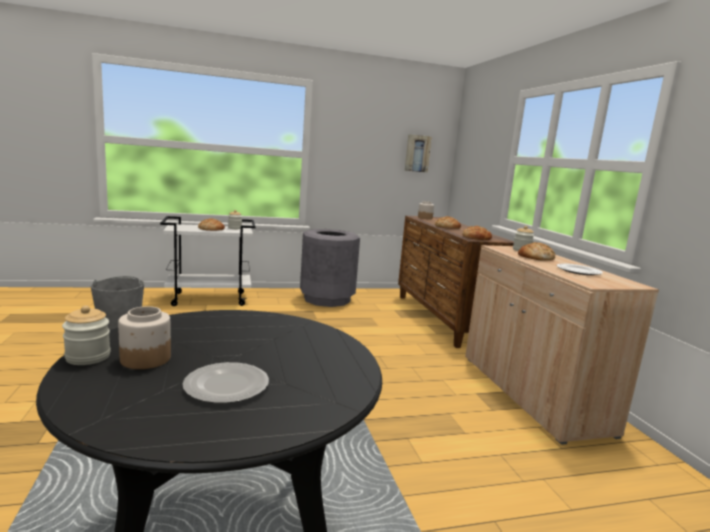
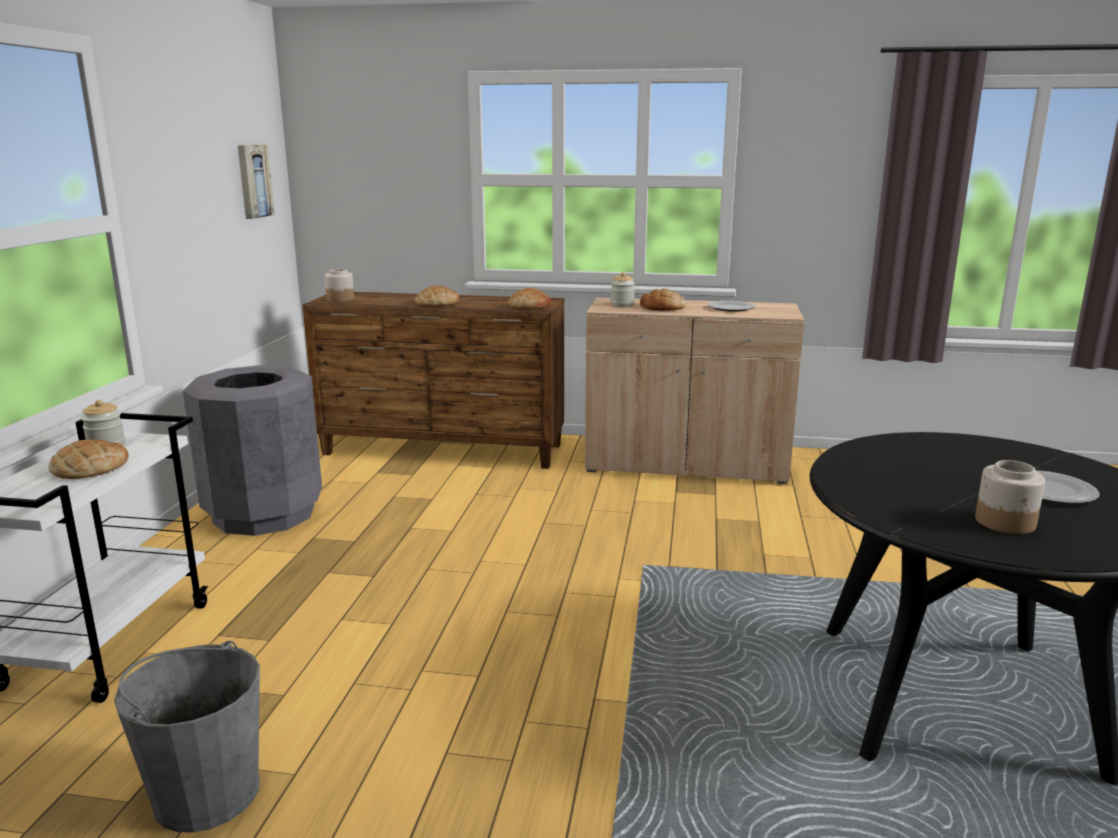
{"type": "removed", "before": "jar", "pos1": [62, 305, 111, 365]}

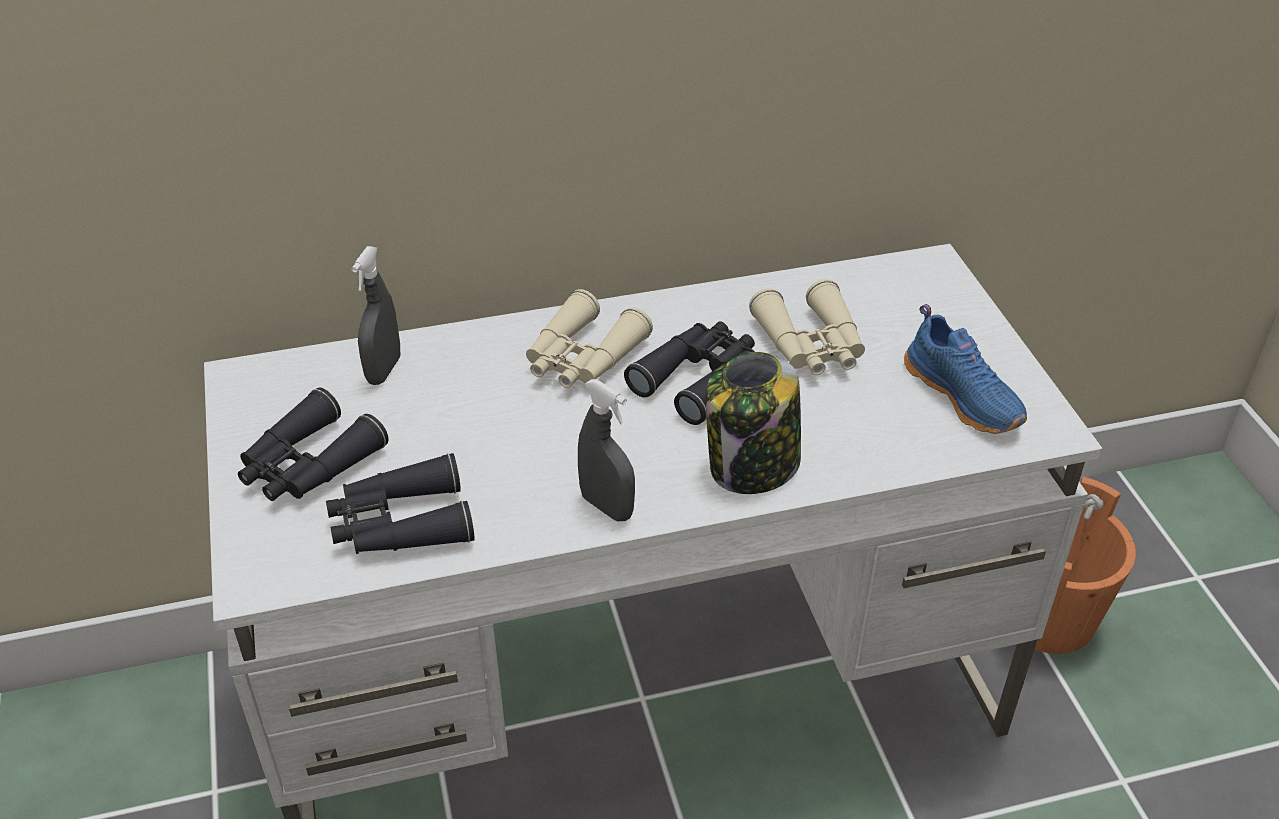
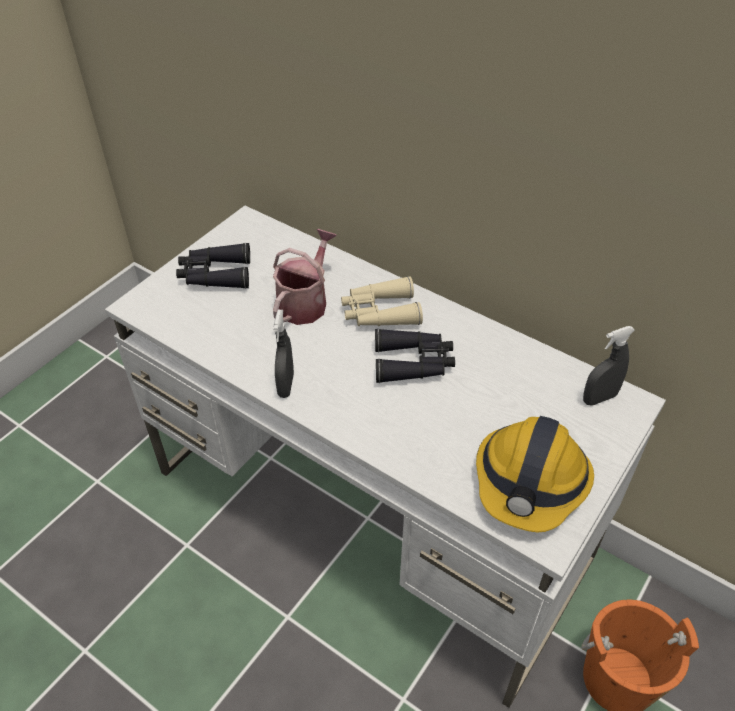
{"type": "removed", "before": "black binoculars", "pos1": [326, 453, 475, 554]}
{"type": "moved", "before": "grey spray bottle", "pos1": [352, 246, 400, 385], "pos2": [583, 326, 635, 406]}
{"type": "removed", "before": "jar", "pos1": [706, 352, 801, 494]}
{"type": "removed", "before": "beige binoculars", "pos1": [749, 279, 865, 375]}
{"type": "replaced", "before": "blue shoe", "after": "hard hat", "pos1": [904, 304, 1027, 434], "pos2": [476, 416, 594, 532]}
{"type": "added", "after": "watering can", "pos2": [273, 229, 337, 325]}

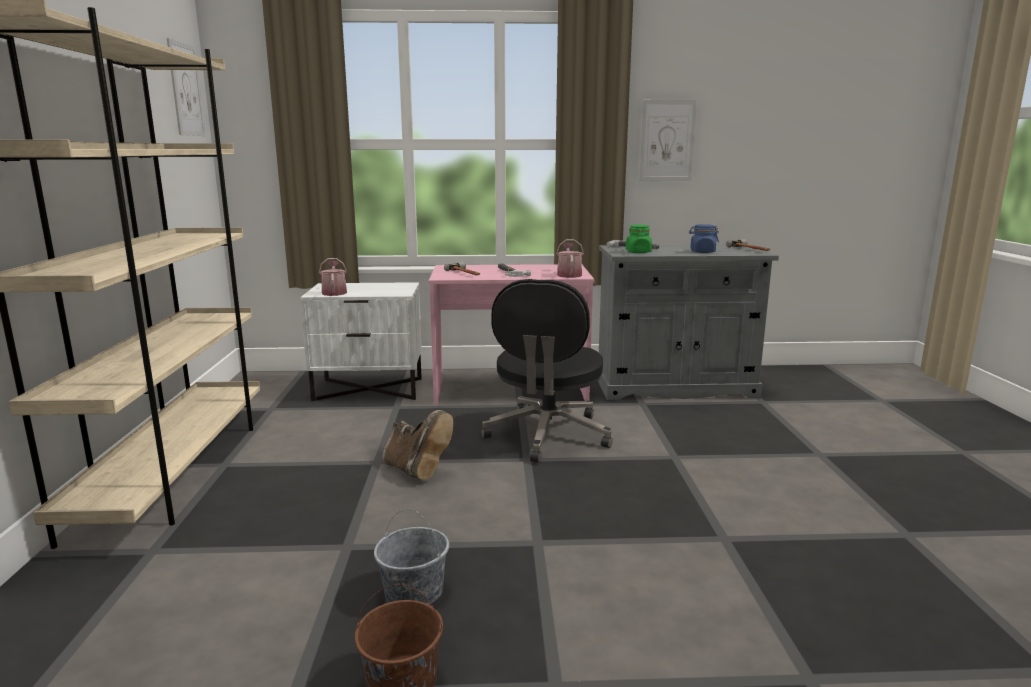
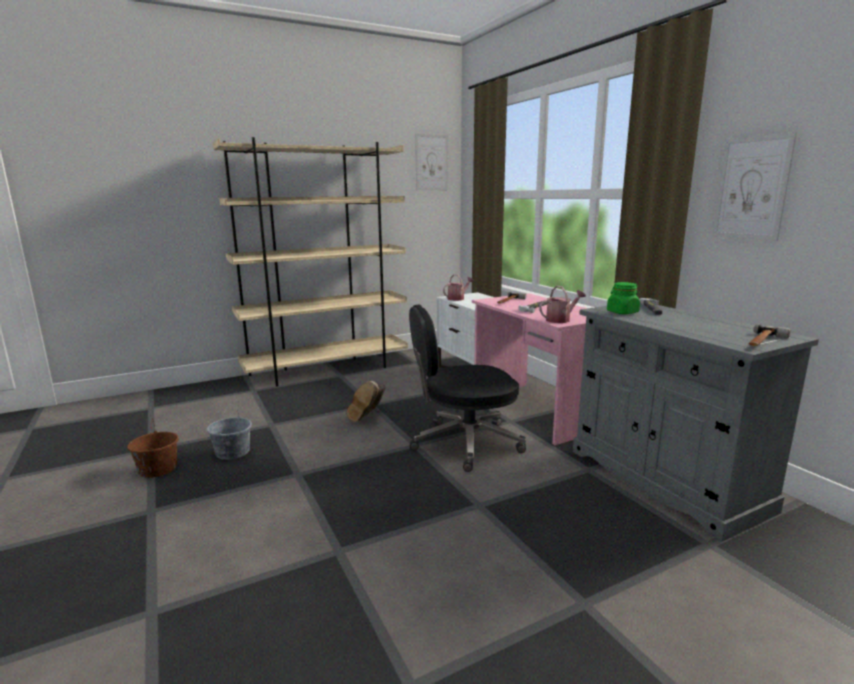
{"type": "removed", "before": "blue jar", "pos1": [689, 224, 719, 253]}

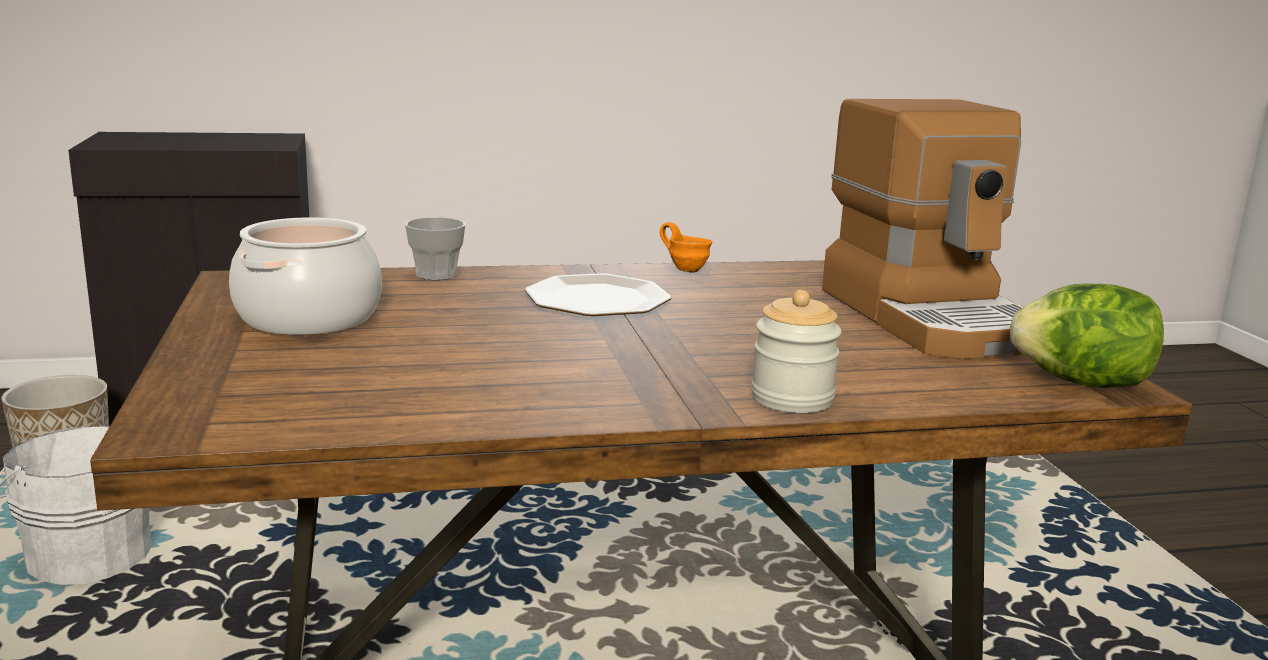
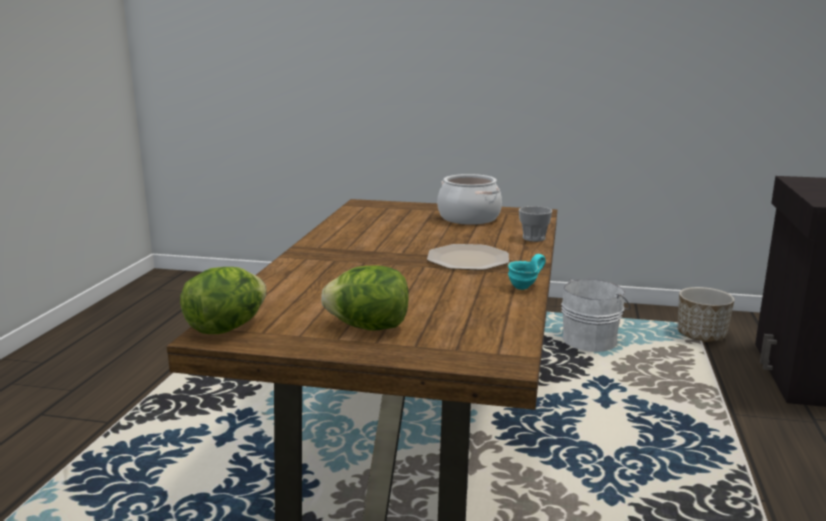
{"type": "recoloured", "before": "orange mug", "after": "turquoise mug", "pos1": [660, 222, 712, 272], "pos2": [508, 254, 546, 290]}
{"type": "removed", "before": "jar", "pos1": [751, 290, 842, 413]}
{"type": "replaced", "before": "coffee machine", "after": "lettuce", "pos1": [822, 99, 1023, 359], "pos2": [321, 266, 409, 330]}

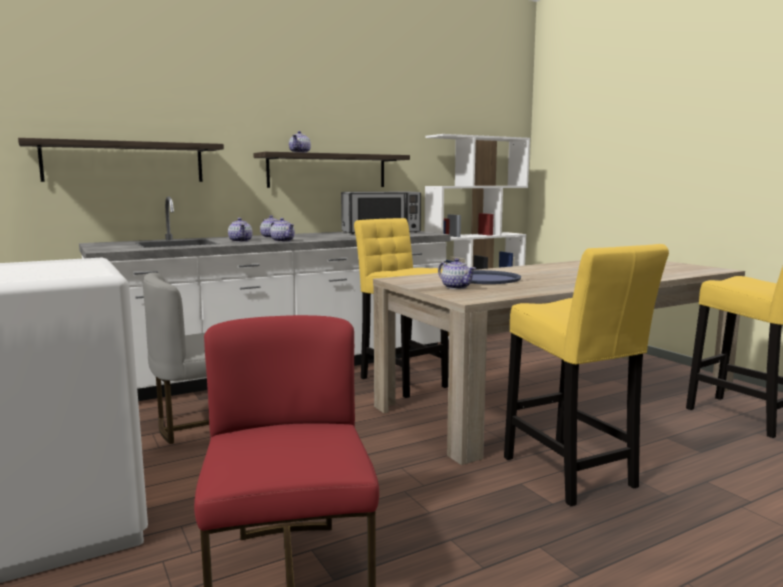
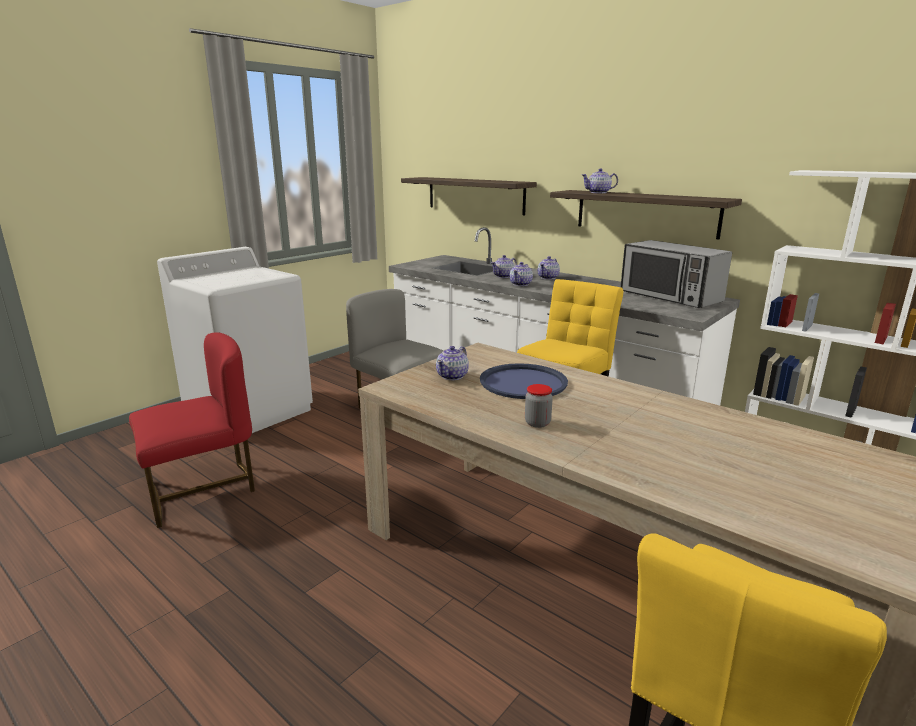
{"type": "removed", "before": "yellow stool", "pos1": [504, 244, 669, 506]}
{"type": "added", "after": "jar", "pos2": [525, 384, 553, 428]}

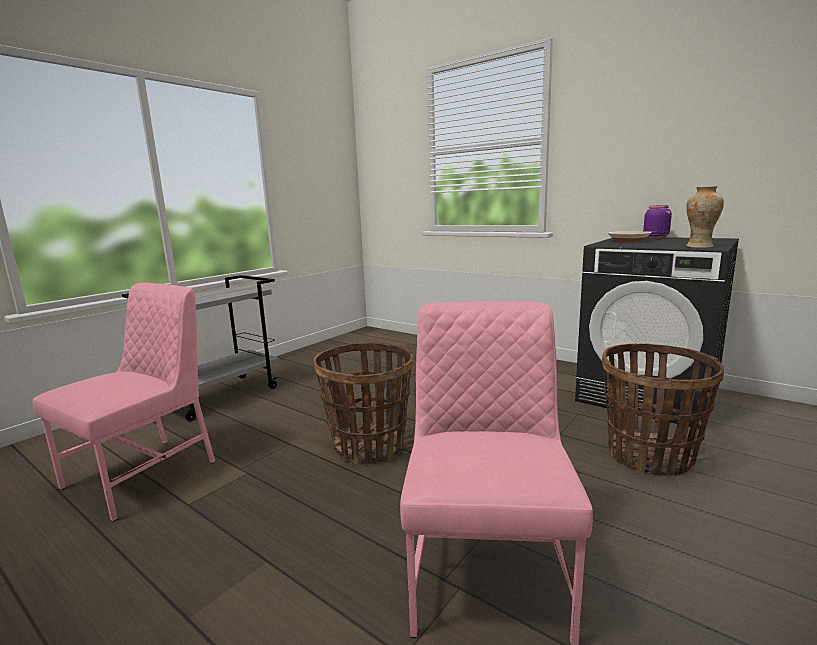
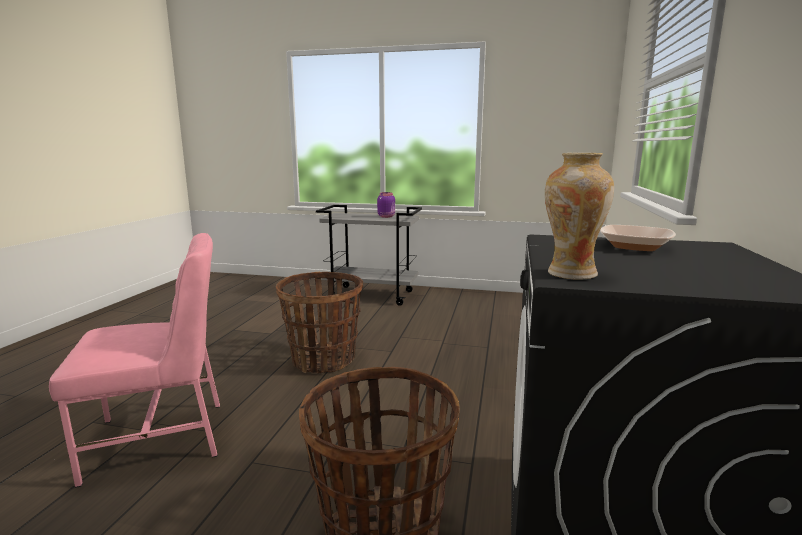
{"type": "removed", "before": "pink chair", "pos1": [33, 283, 216, 522]}
{"type": "moved", "before": "purple jar", "pos1": [643, 205, 672, 239], "pos2": [377, 192, 395, 218]}

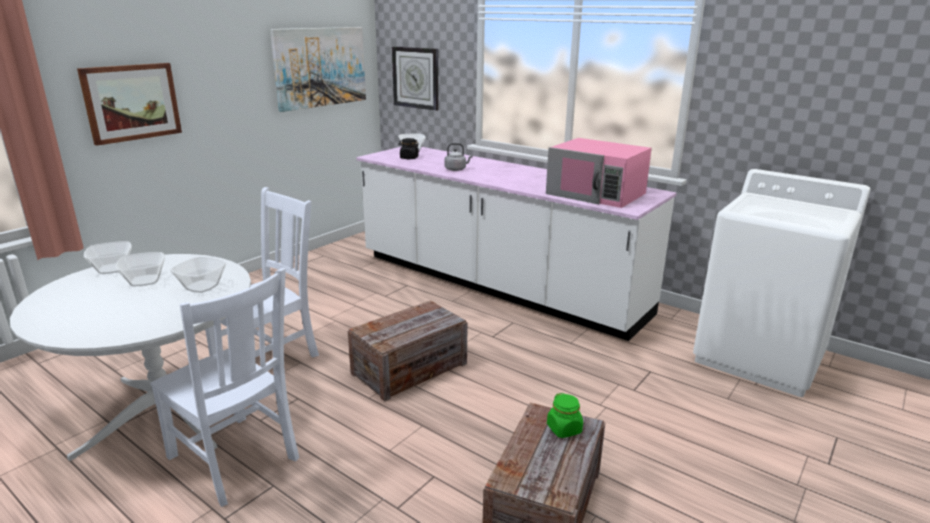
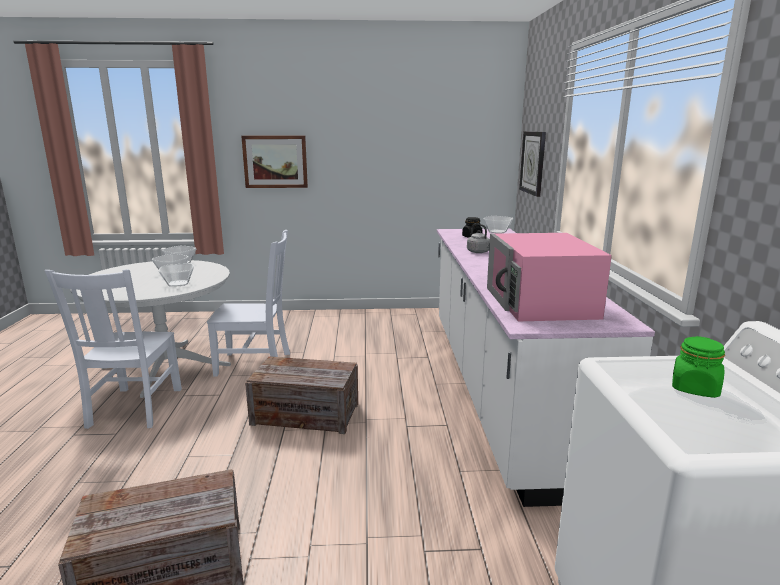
{"type": "removed", "before": "picture", "pos1": [270, 27, 366, 112]}
{"type": "moved", "before": "green jar", "pos1": [547, 393, 583, 438], "pos2": [672, 336, 725, 398]}

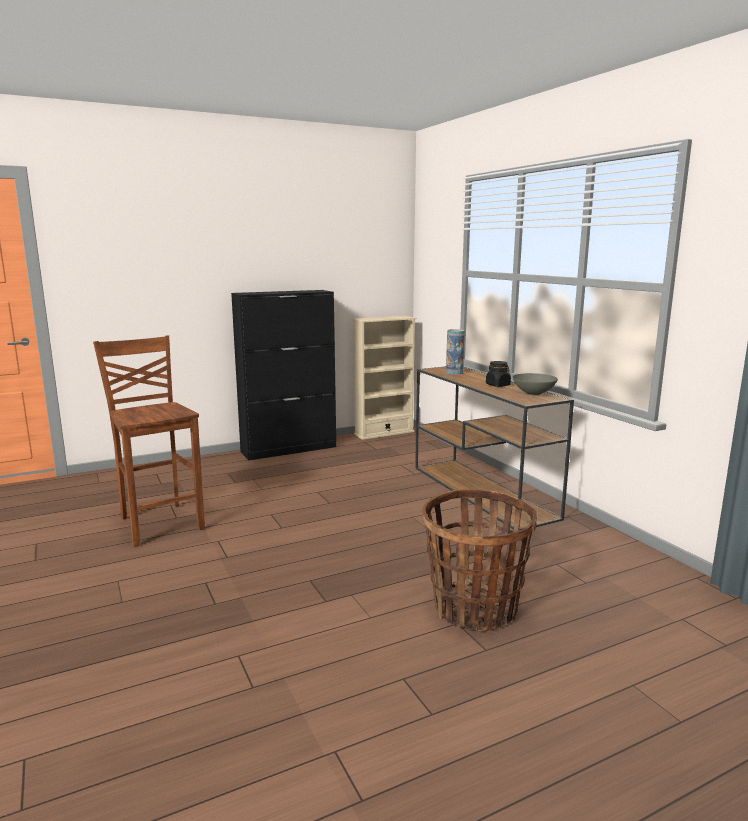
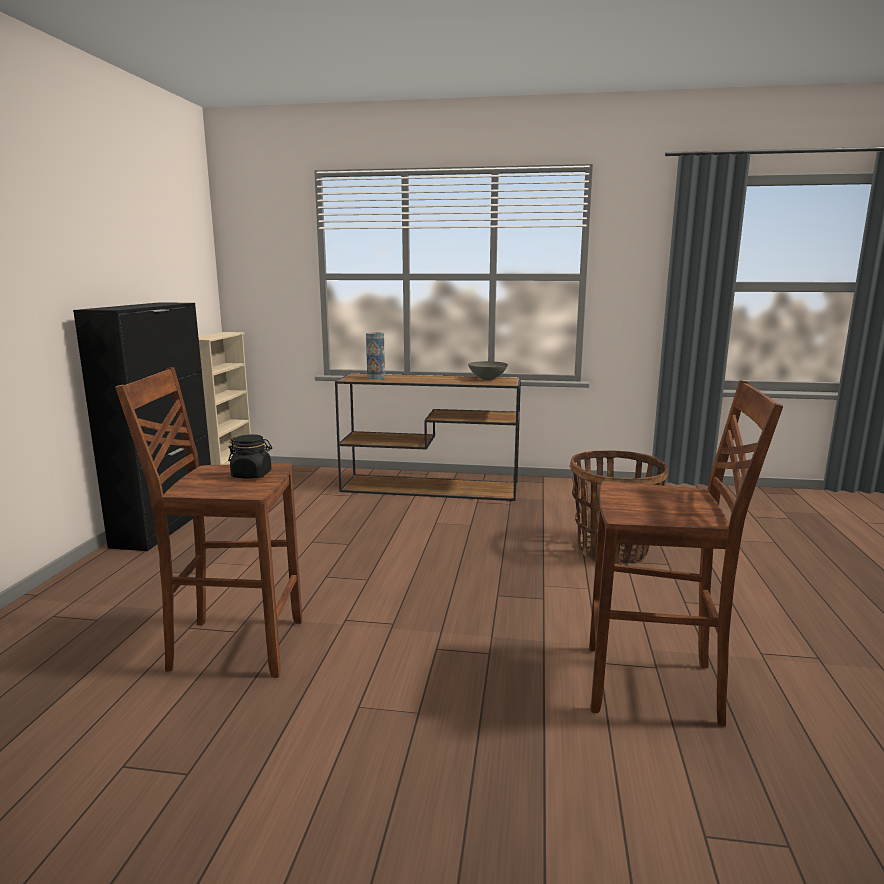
{"type": "moved", "before": "black jar", "pos1": [486, 361, 511, 387], "pos2": [228, 434, 272, 478]}
{"type": "added", "after": "brown stool", "pos2": [589, 380, 783, 726]}

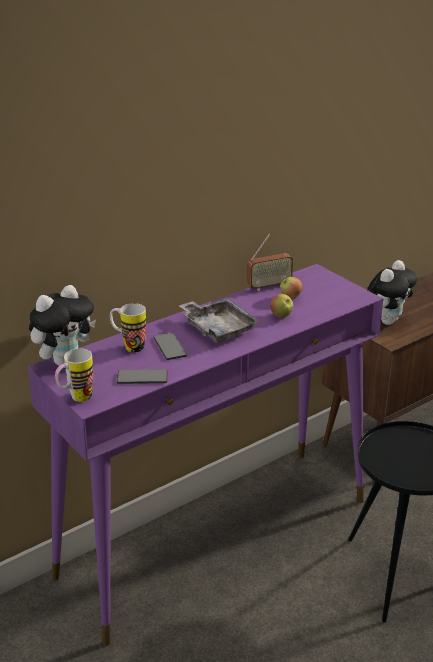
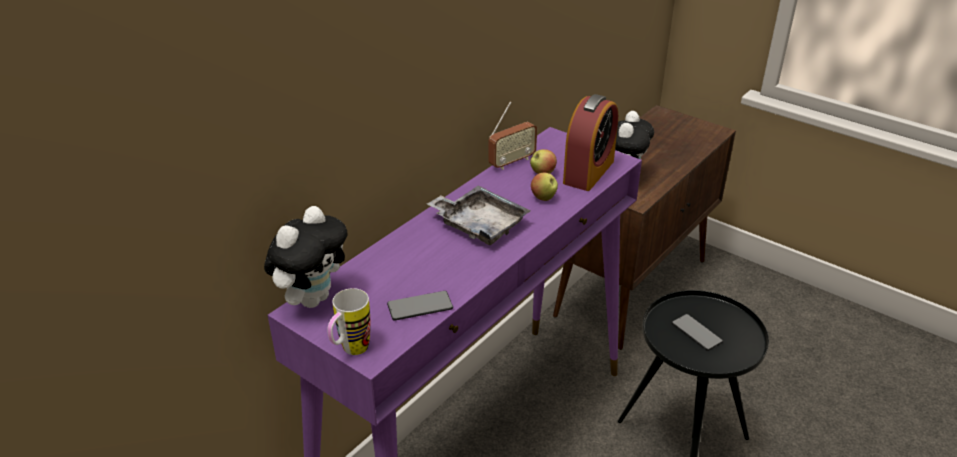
{"type": "removed", "before": "mug", "pos1": [110, 303, 146, 352]}
{"type": "moved", "before": "phone", "pos1": [153, 332, 187, 360], "pos2": [672, 314, 723, 351]}
{"type": "added", "after": "alarm clock", "pos2": [563, 94, 618, 191]}

